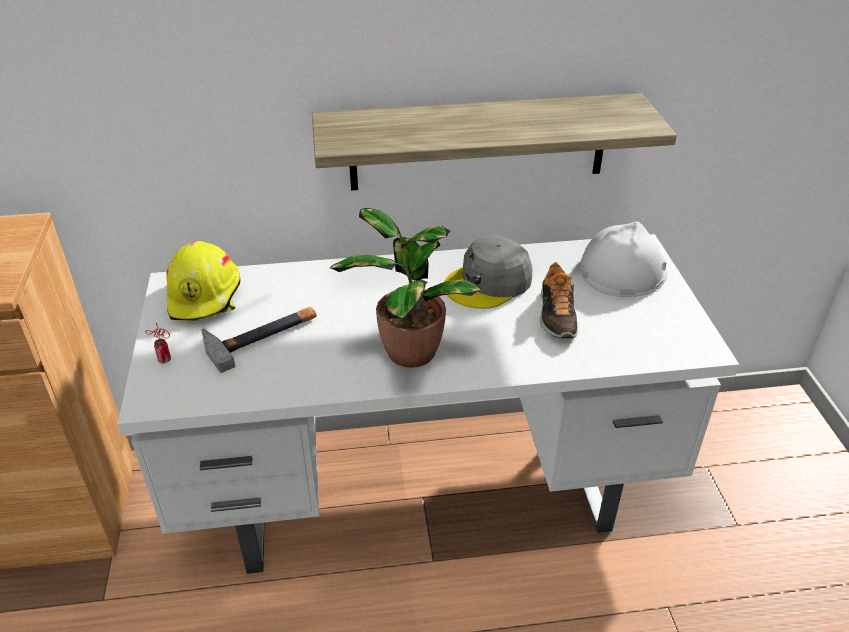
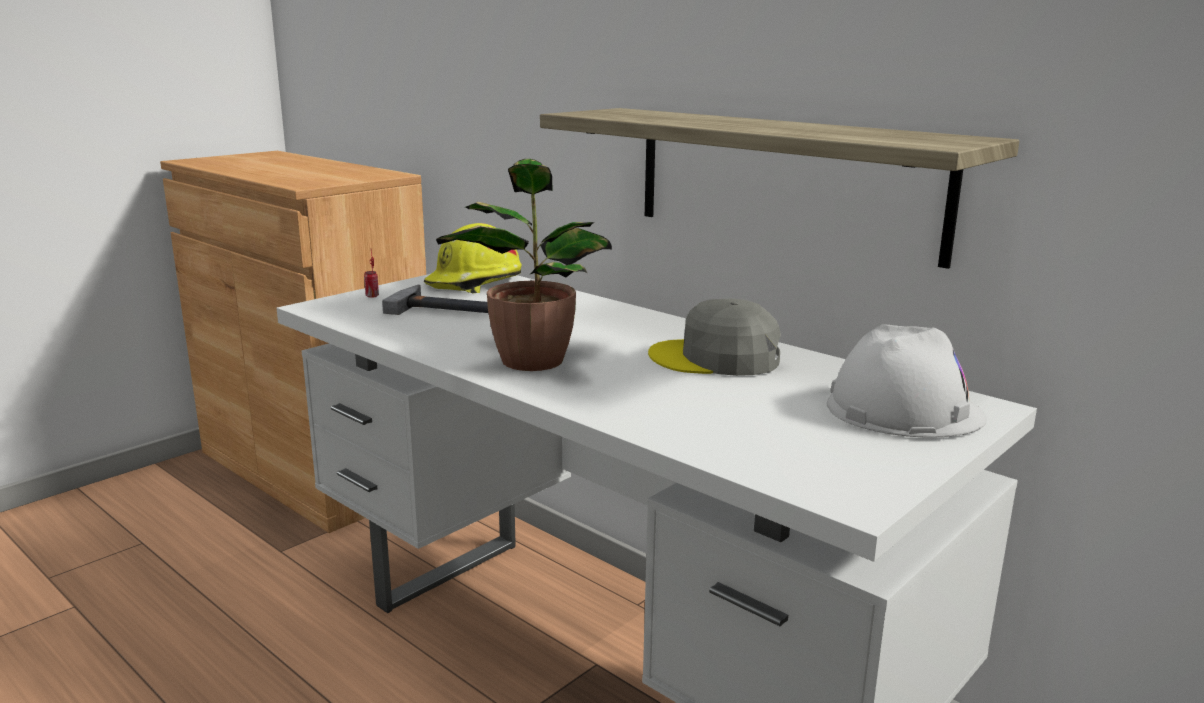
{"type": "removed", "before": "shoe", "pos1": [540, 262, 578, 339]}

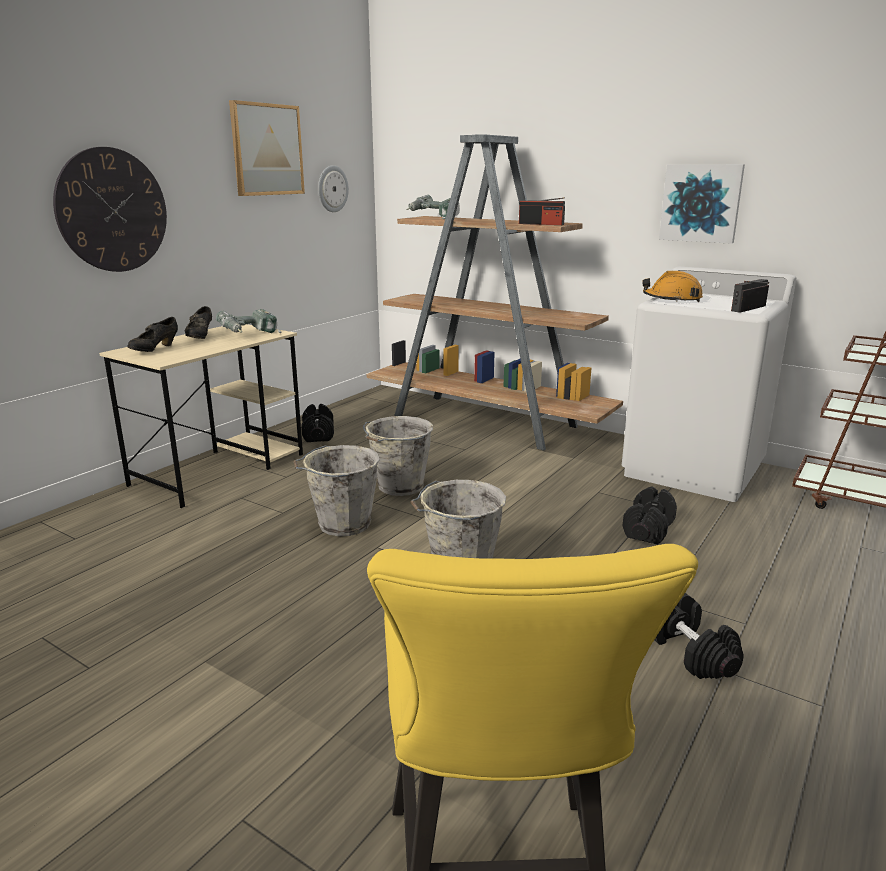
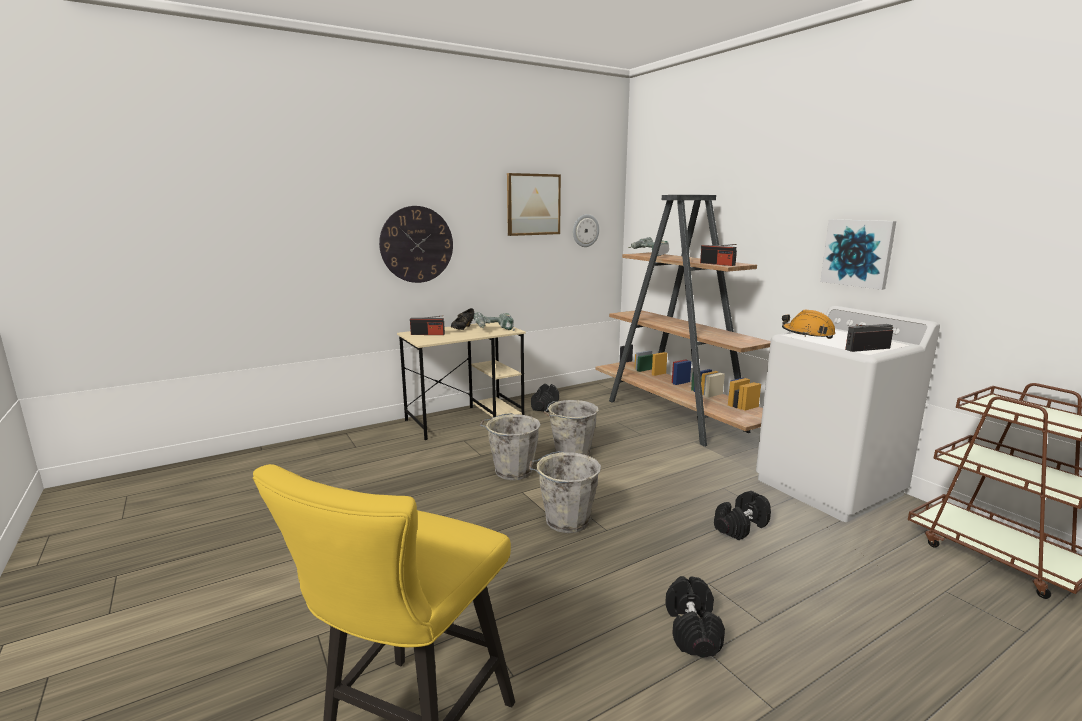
{"type": "replaced", "before": "black shoe", "after": "radio", "pos1": [128, 317, 178, 352], "pos2": [410, 315, 445, 335]}

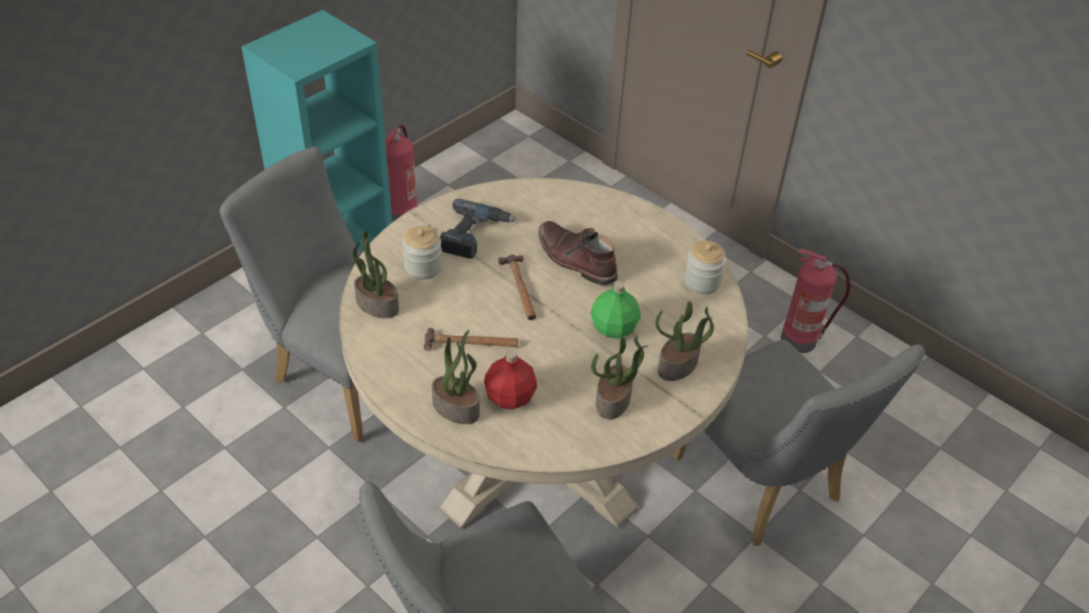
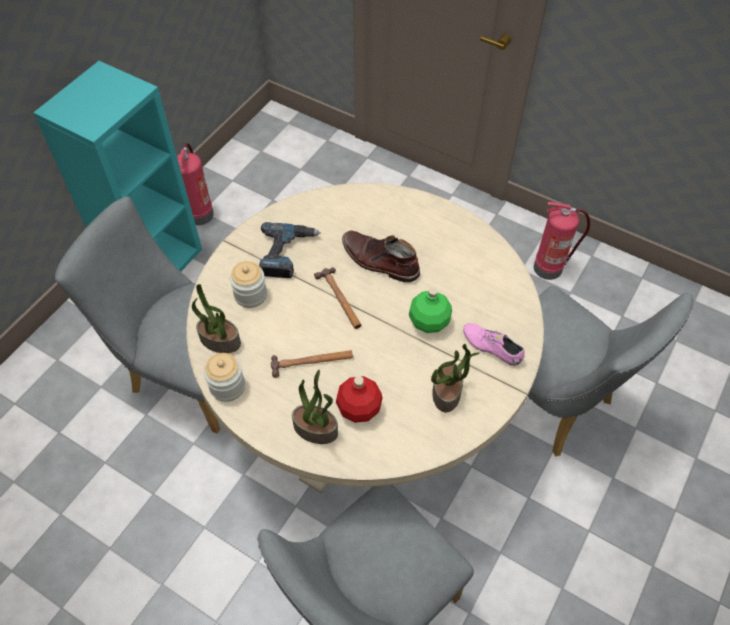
{"type": "replaced", "before": "potted plant", "after": "pink shoe", "pos1": [656, 301, 714, 381], "pos2": [463, 323, 525, 365]}
{"type": "moved", "before": "jar", "pos1": [684, 241, 726, 294], "pos2": [204, 353, 245, 402]}

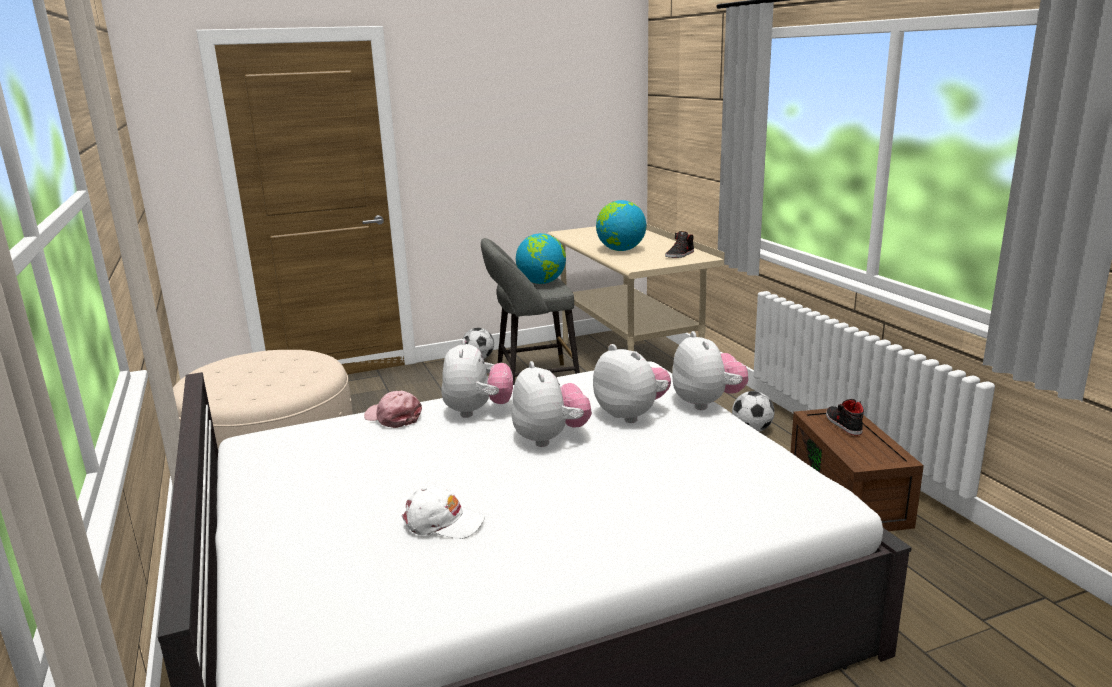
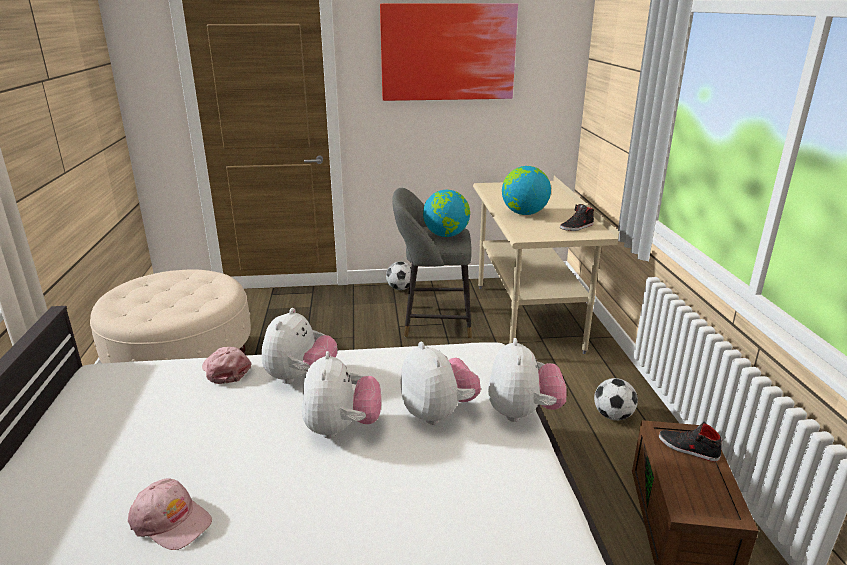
{"type": "recoloured", "before": "white cap", "after": "pink cap", "pos1": [402, 485, 485, 539], "pos2": [128, 478, 212, 550]}
{"type": "turned", "before": "black shoe", "pos1": [826, 399, 864, 435], "pos2": [659, 421, 722, 462], "turn": -60}
{"type": "added", "after": "picture", "pos2": [380, 3, 518, 101]}

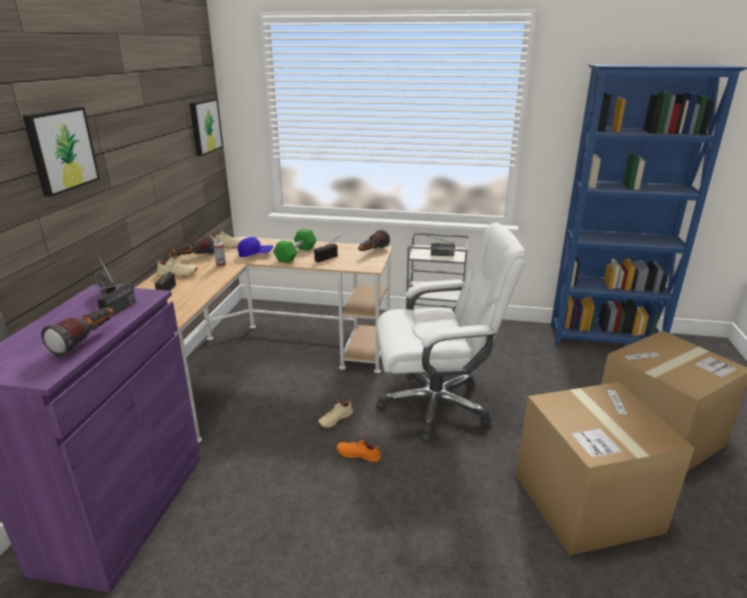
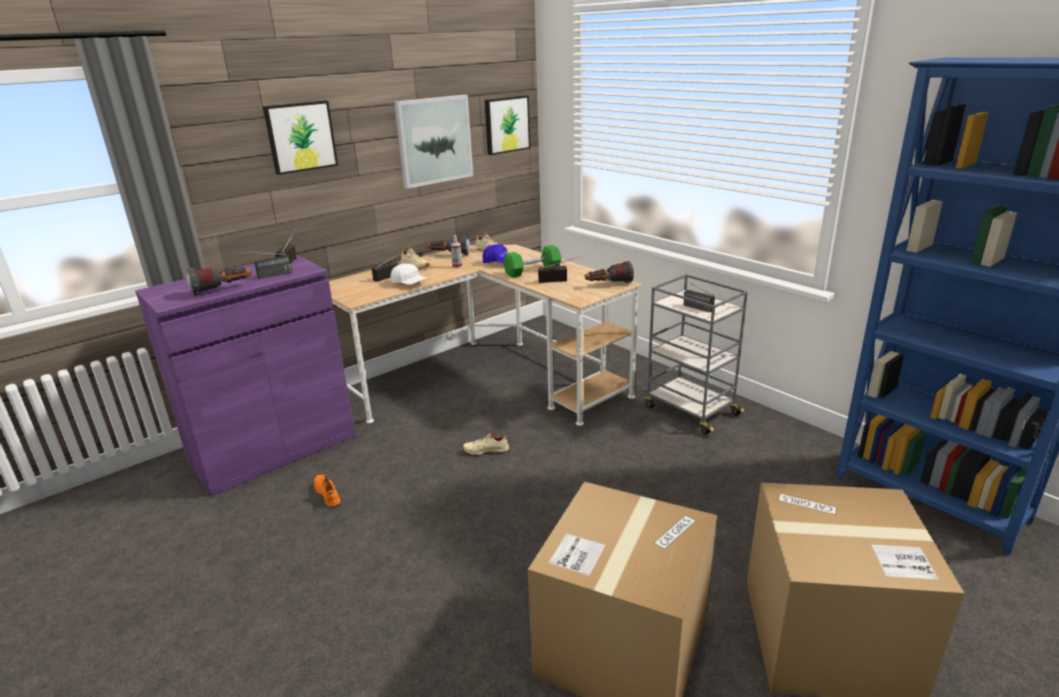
{"type": "moved", "before": "orange shoe", "pos1": [337, 436, 381, 463], "pos2": [314, 475, 340, 507]}
{"type": "removed", "before": "white office chair", "pos1": [376, 223, 526, 442]}
{"type": "added", "after": "white cap", "pos2": [391, 263, 427, 285]}
{"type": "added", "after": "picture", "pos2": [394, 95, 473, 189]}

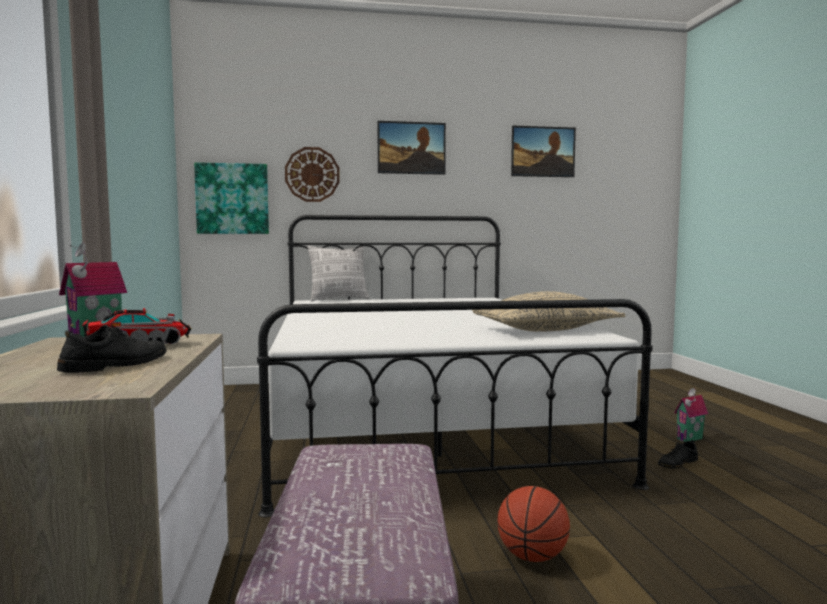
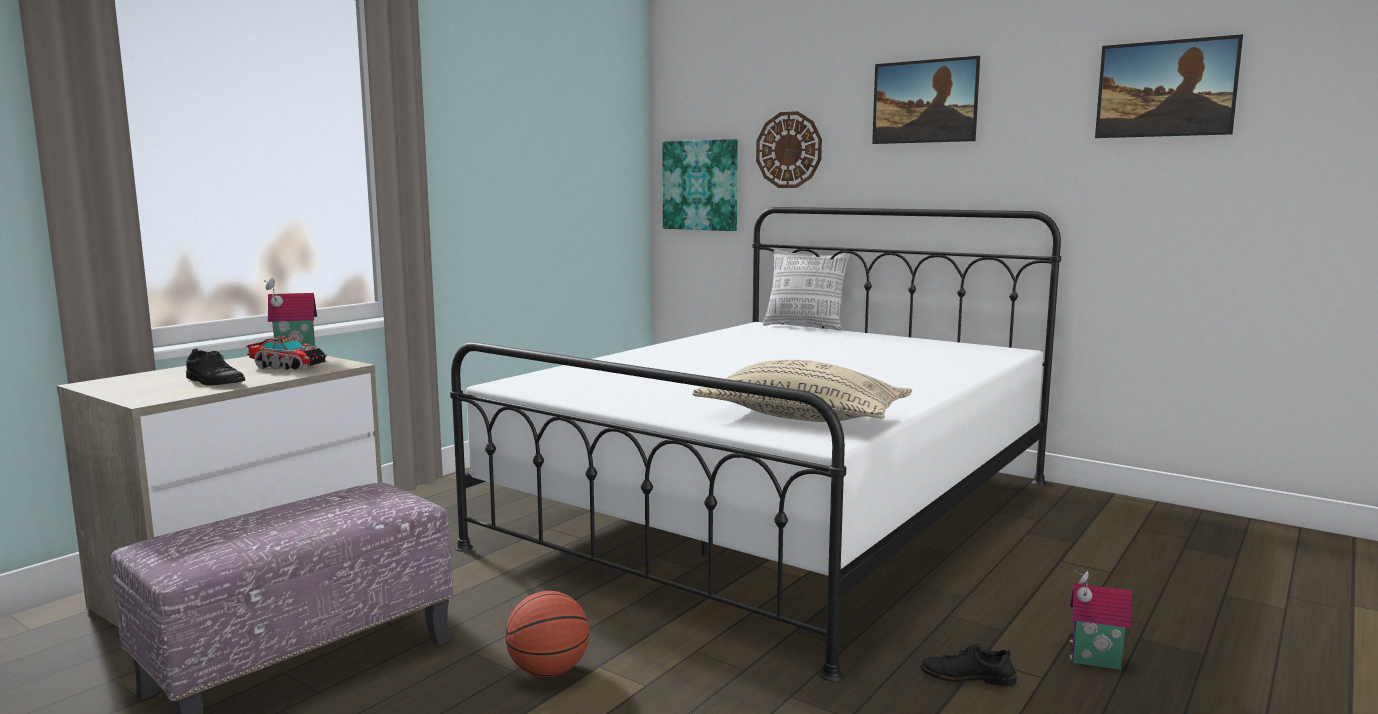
{"type": "turned", "before": "black shoe", "pos1": [57, 325, 166, 373], "pos2": [186, 349, 245, 386], "turn": 45}

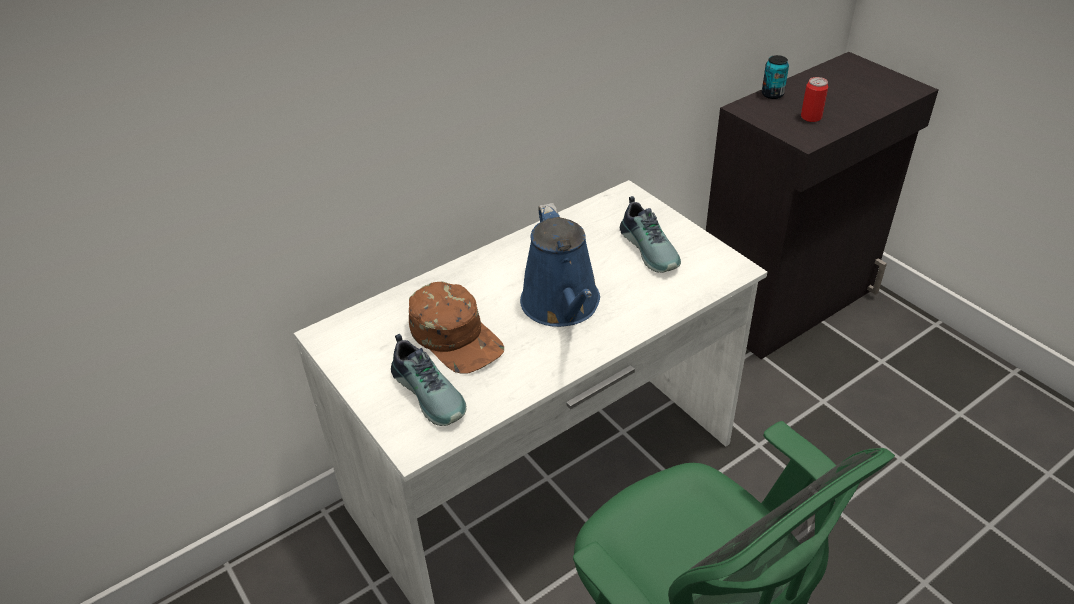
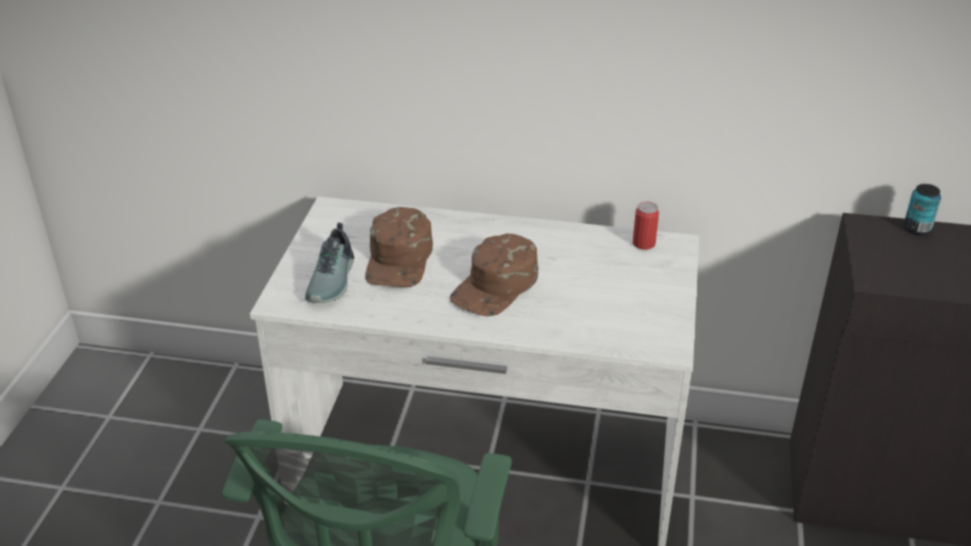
{"type": "replaced", "before": "blue watering can", "after": "brown cap", "pos1": [520, 203, 600, 327], "pos2": [450, 233, 538, 316]}
{"type": "removed", "before": "shoe", "pos1": [620, 196, 681, 273]}
{"type": "moved", "before": "can", "pos1": [801, 77, 828, 122], "pos2": [633, 202, 659, 250]}

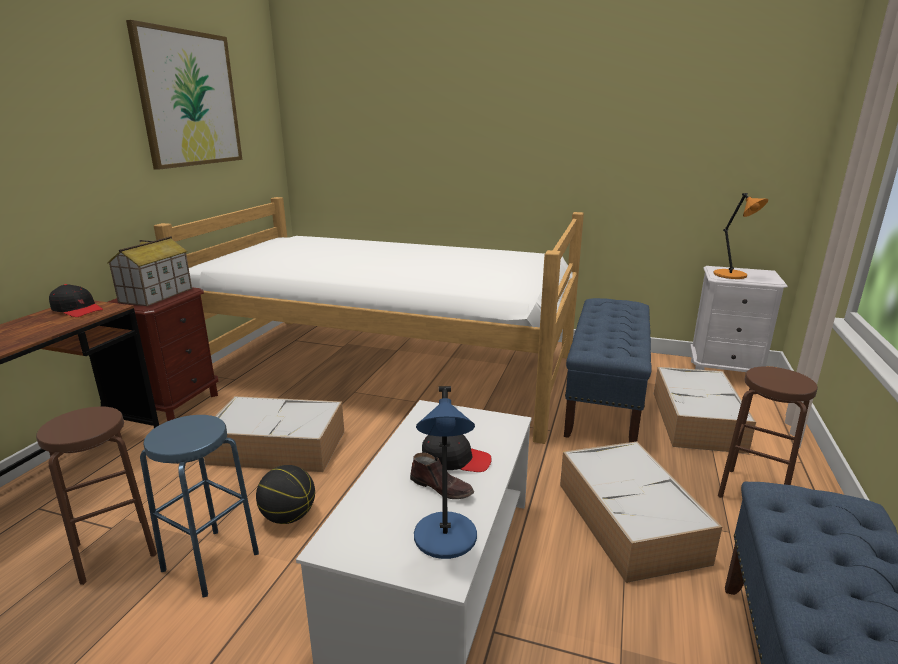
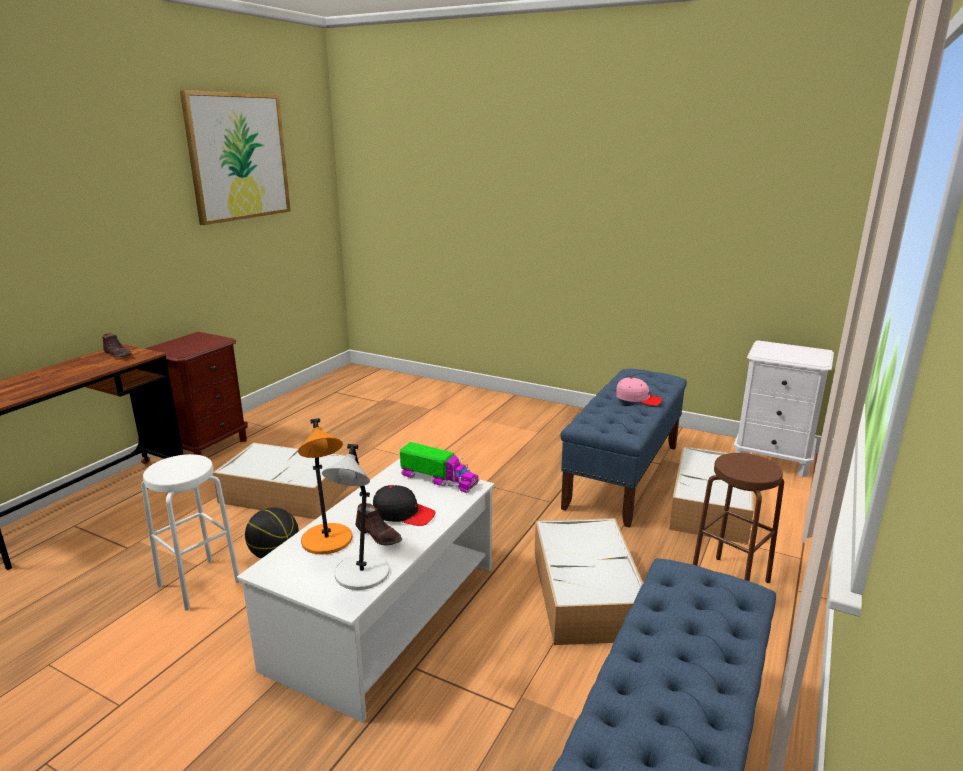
{"type": "removed", "before": "brown stool", "pos1": [36, 407, 157, 585]}
{"type": "replaced", "before": "black cap", "after": "brown shoe", "pos1": [49, 284, 103, 317], "pos2": [103, 333, 132, 358]}
{"type": "removed", "before": "toy house", "pos1": [107, 236, 192, 306]}
{"type": "recoloured", "before": "blue stool", "after": "white stool", "pos1": [140, 415, 259, 597], "pos2": [141, 454, 240, 611]}
{"type": "removed", "before": "bed", "pos1": [154, 197, 584, 444]}
{"type": "recoloured", "before": "blue table lamp", "after": "grey table lamp", "pos1": [414, 386, 477, 559], "pos2": [322, 444, 390, 590]}
{"type": "moved", "before": "orange table lamp", "pos1": [714, 193, 768, 279], "pos2": [298, 418, 353, 555]}
{"type": "added", "after": "toy truck", "pos2": [400, 442, 479, 493]}
{"type": "added", "after": "pink cap", "pos2": [616, 377, 663, 406]}

